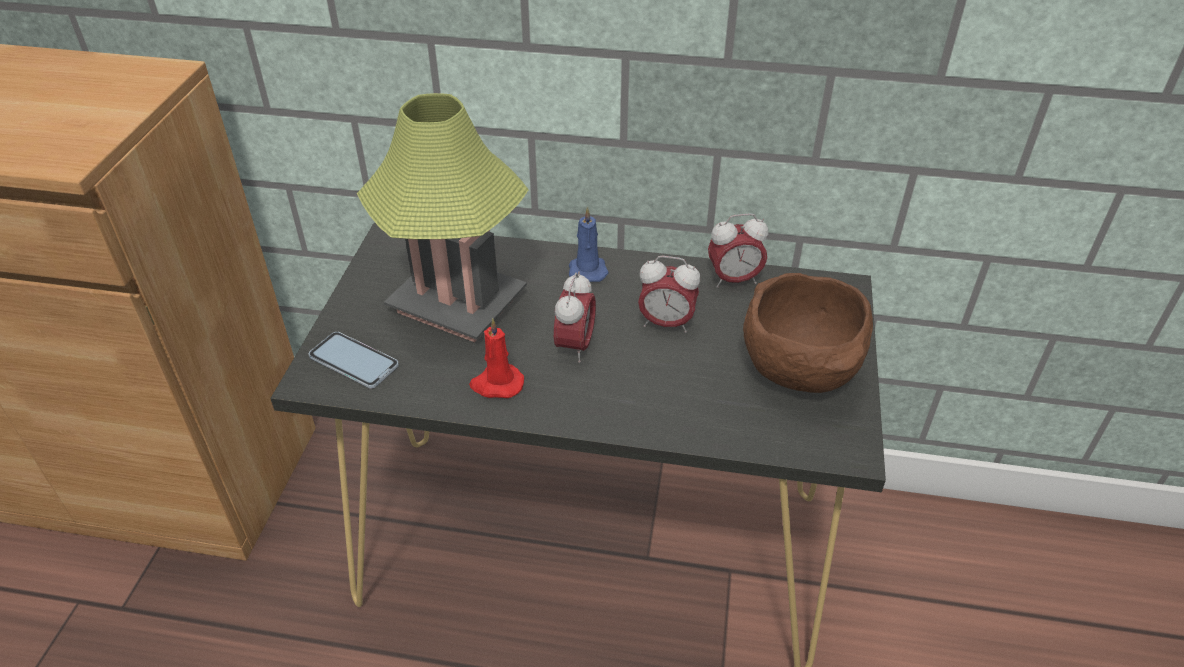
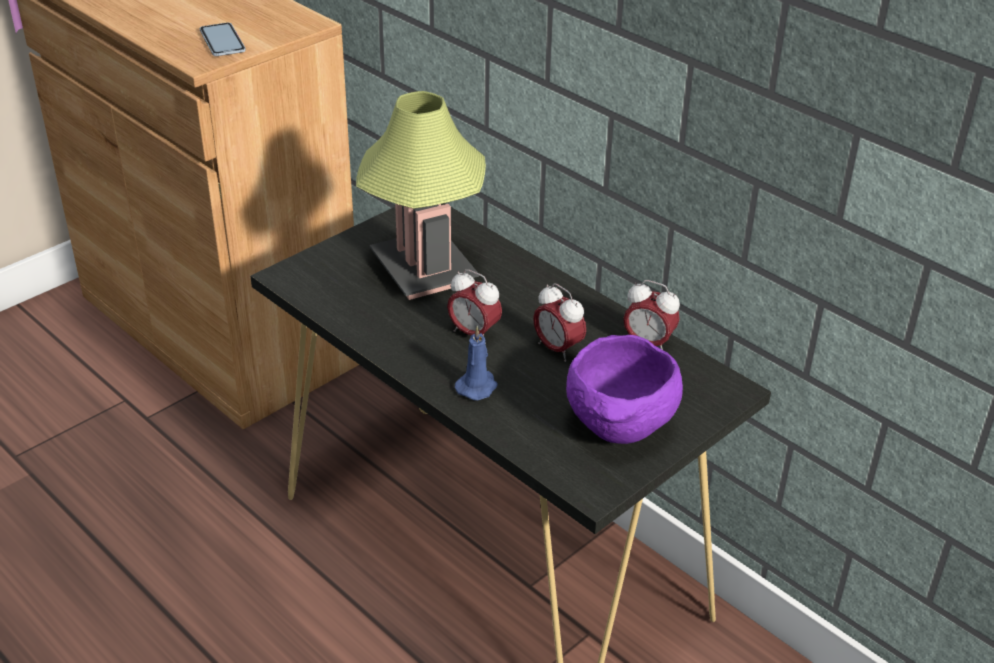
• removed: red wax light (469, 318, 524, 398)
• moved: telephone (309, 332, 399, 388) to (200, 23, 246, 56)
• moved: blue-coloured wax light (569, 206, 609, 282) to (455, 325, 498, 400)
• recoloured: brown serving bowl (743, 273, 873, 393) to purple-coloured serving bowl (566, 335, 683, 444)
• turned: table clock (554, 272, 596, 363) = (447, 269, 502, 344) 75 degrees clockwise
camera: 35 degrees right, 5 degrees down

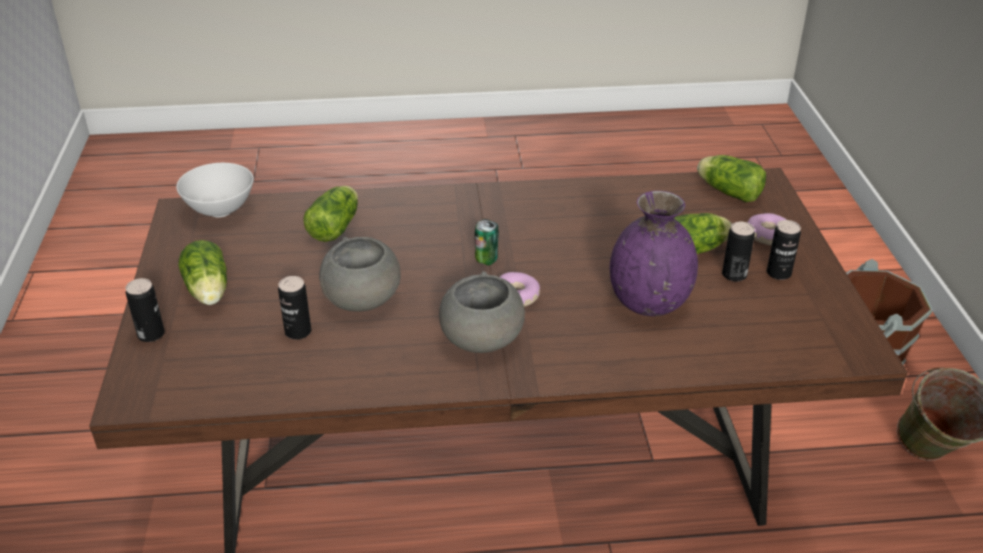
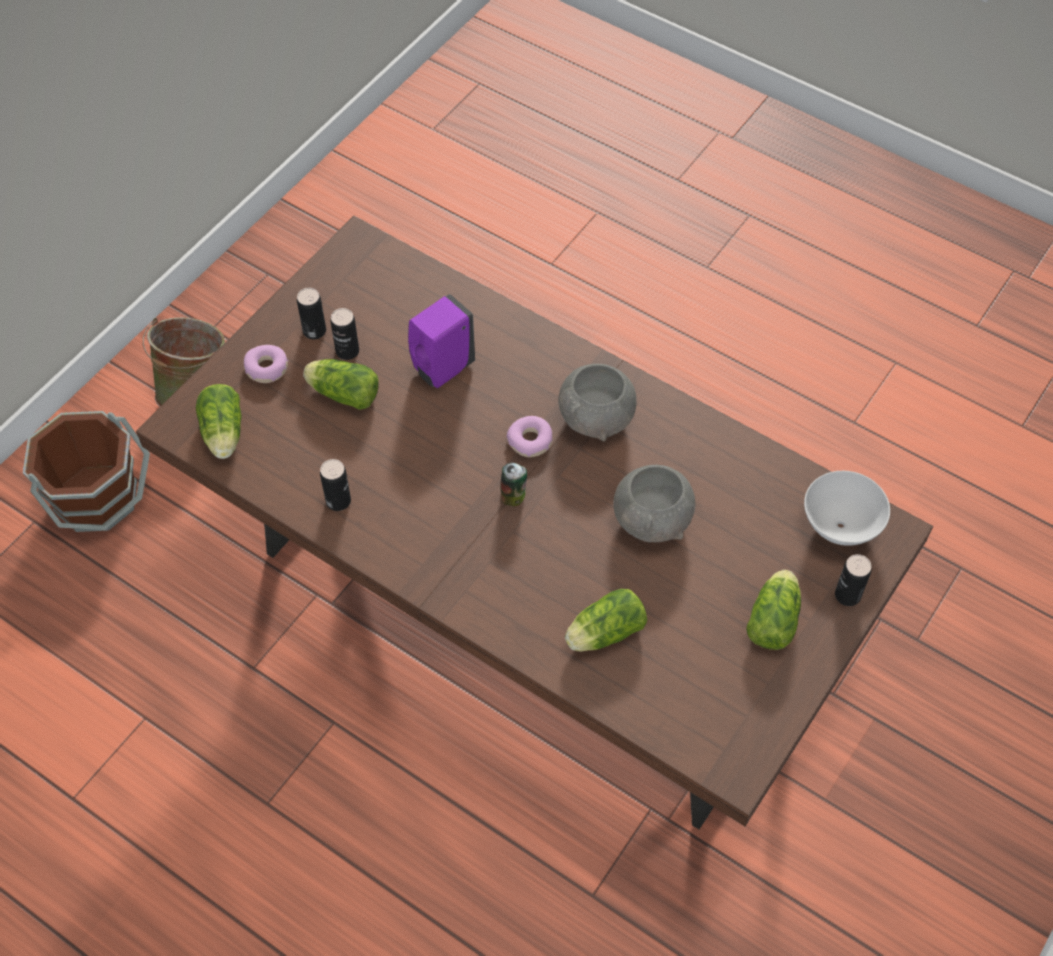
• moved: whitish serving bowl (176, 163, 254, 217) to (804, 471, 890, 546)
• moved: metal can (278, 276, 311, 339) to (320, 459, 351, 511)
• replaced: purple-coloured decorative vase (610, 191, 698, 316) to purple-coloured soap bottle (408, 294, 475, 388)
camera: 140 degrees left, 20 degrees up

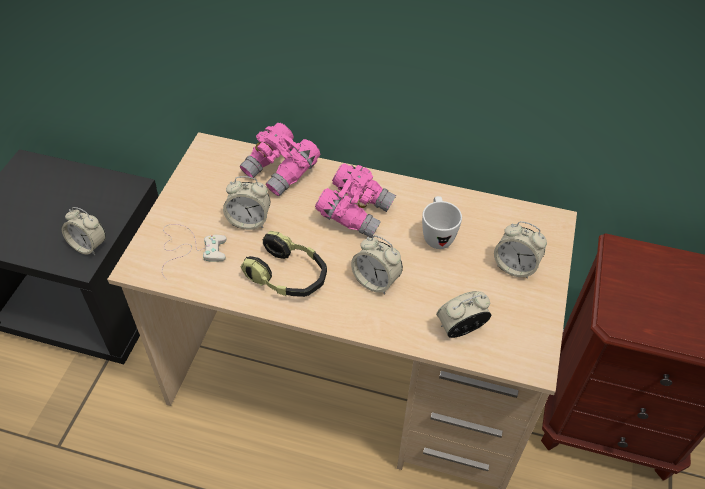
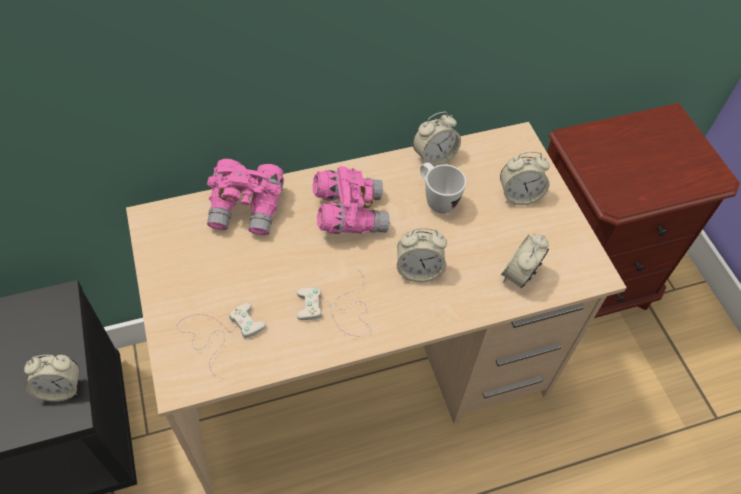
• moved: table clock (223, 176, 270, 230) to (413, 112, 461, 167)
• replaced: headphones (241, 231, 327, 297) to whitish gamepad (297, 268, 371, 336)
camera: 35 degrees left, 5 degrees up

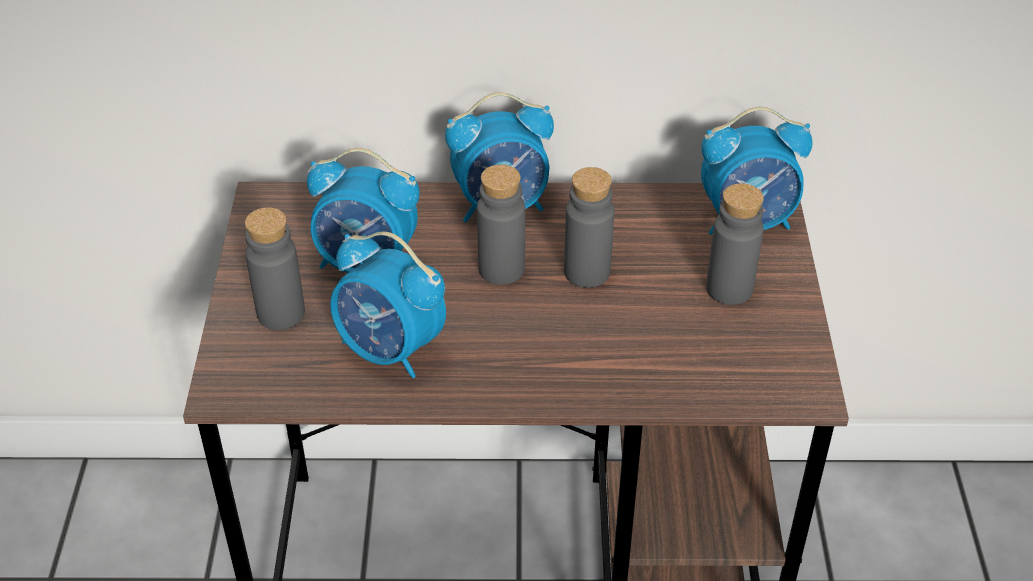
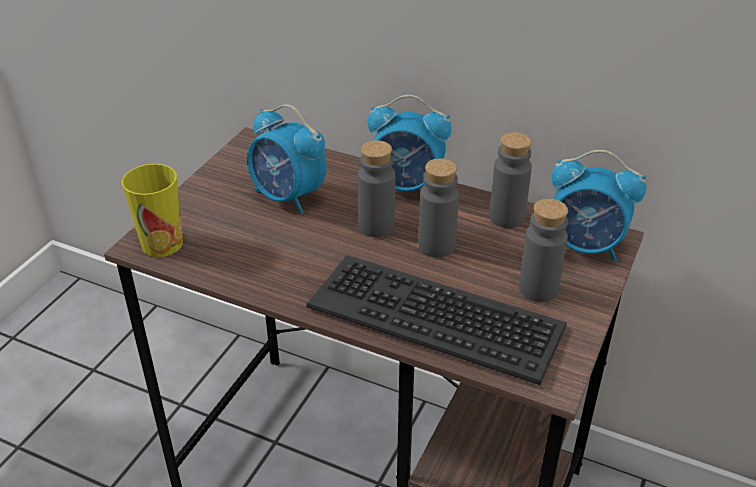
• removed: table clock (330, 231, 446, 378)
• added: drinking cup (122, 164, 183, 257)
• added: computer keyboard (306, 255, 567, 385)
• moved: grey bottle (245, 207, 305, 330) to (489, 132, 532, 228)
camera: 25 degrees right, 5 degrees down

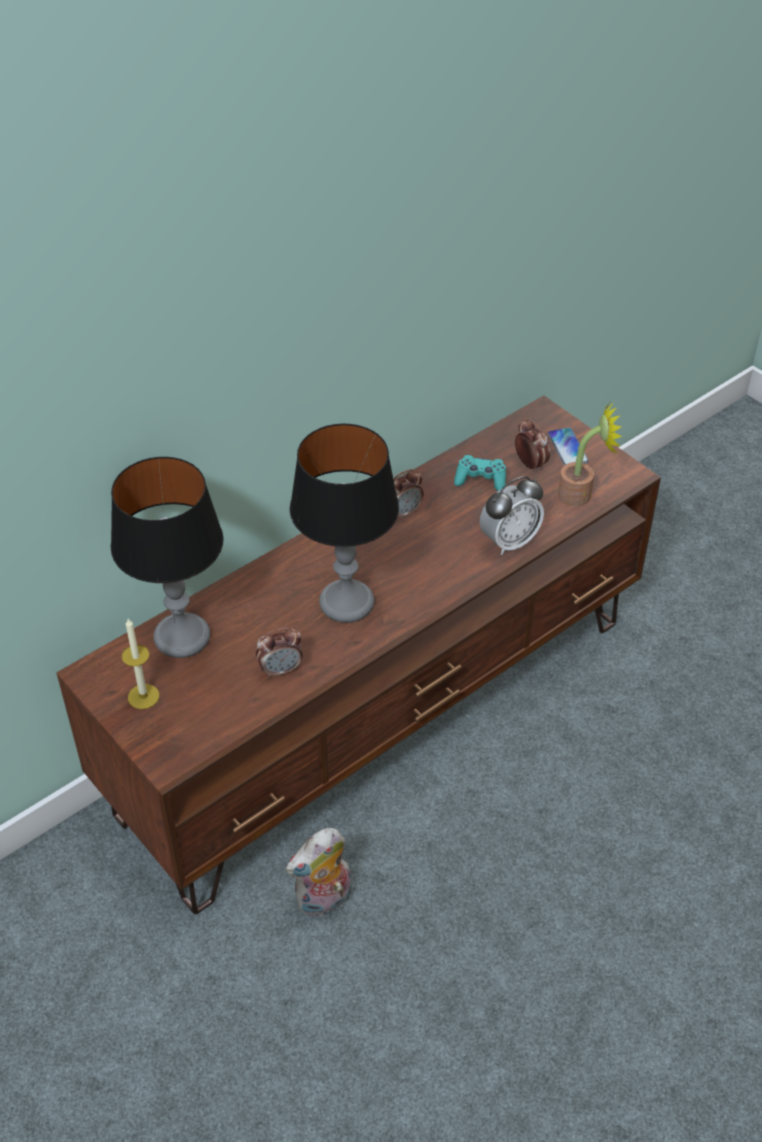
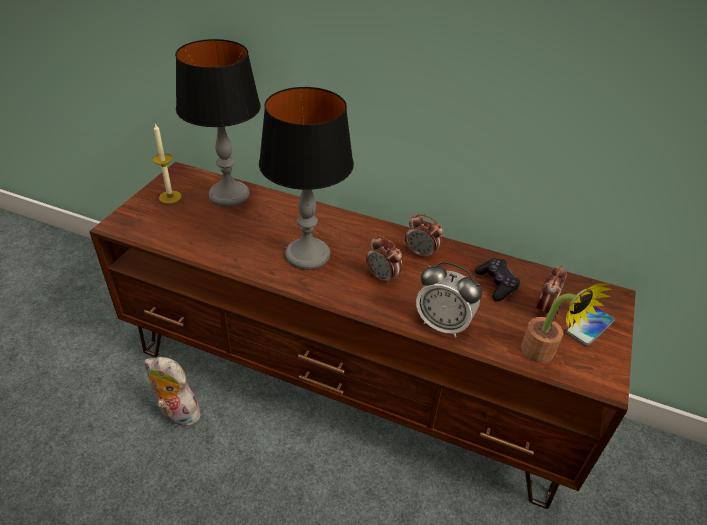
• moved: table clock (256, 628, 303, 678) to (366, 236, 403, 285)
• recoloured: turquoise gamepad (454, 455, 506, 491) to blackish gamepad (475, 258, 520, 301)
camera: 60 degrees right, 5 degrees down

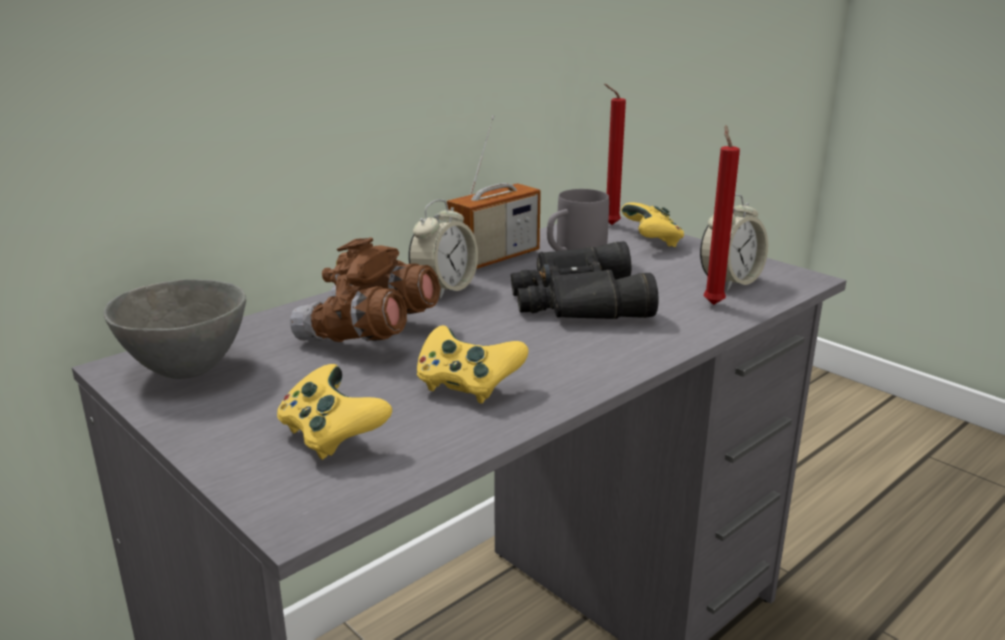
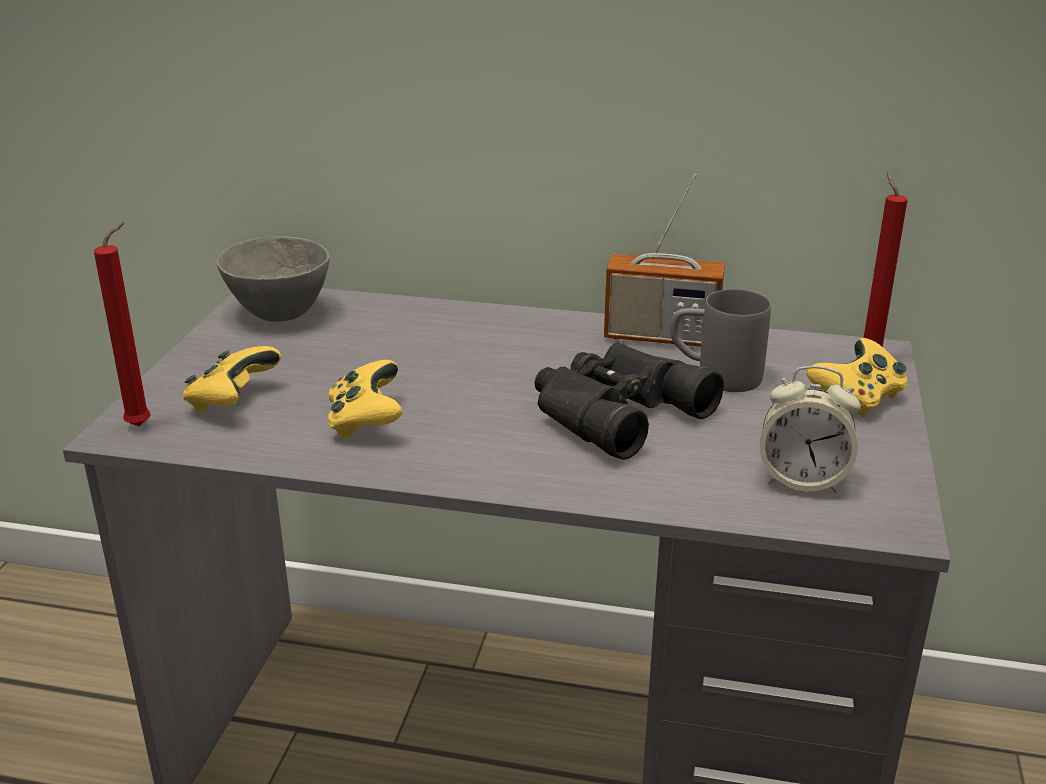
• removed: brown pair of binoculars (290, 237, 441, 342)
• removed: table clock (408, 199, 478, 299)
• moved: red wax light (704, 125, 740, 305) to (94, 222, 151, 426)
camera: 55 degrees right, 5 degrees up

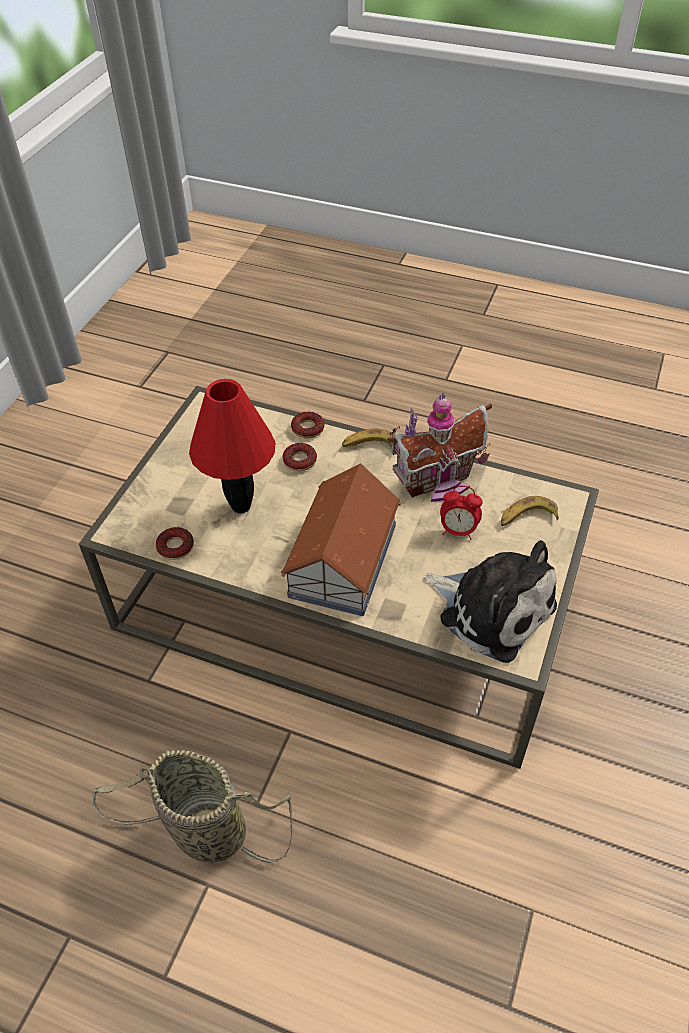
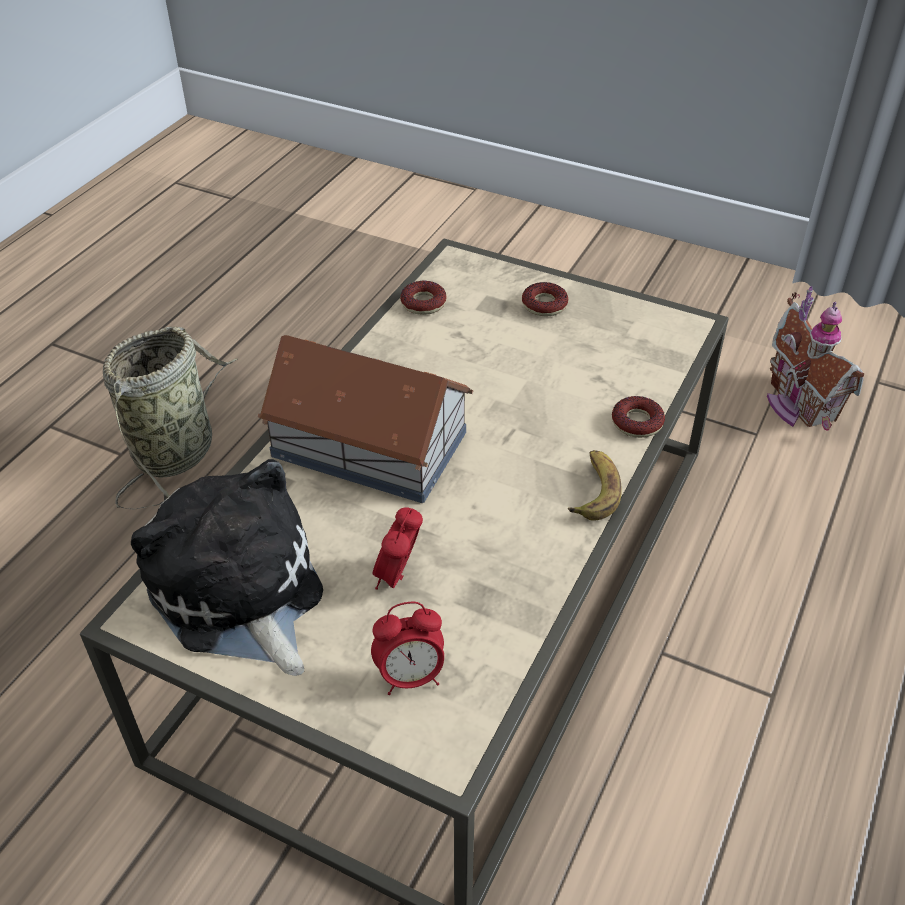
• removed: red tabletop lamp (189, 379, 275, 514)
• moved: doughnut (282, 443, 317, 471) to (522, 282, 568, 317)
• moved: miniature house (387, 393, 492, 502) to (767, 286, 864, 431)
• replaced: banana fruit (501, 496, 559, 526) to table clock (371, 602, 444, 695)
• turned: plush toy (423, 540, 557, 663) = (131, 459, 323, 676) 105 degrees clockwise
camera: 95 degrees right, 5 degrees down

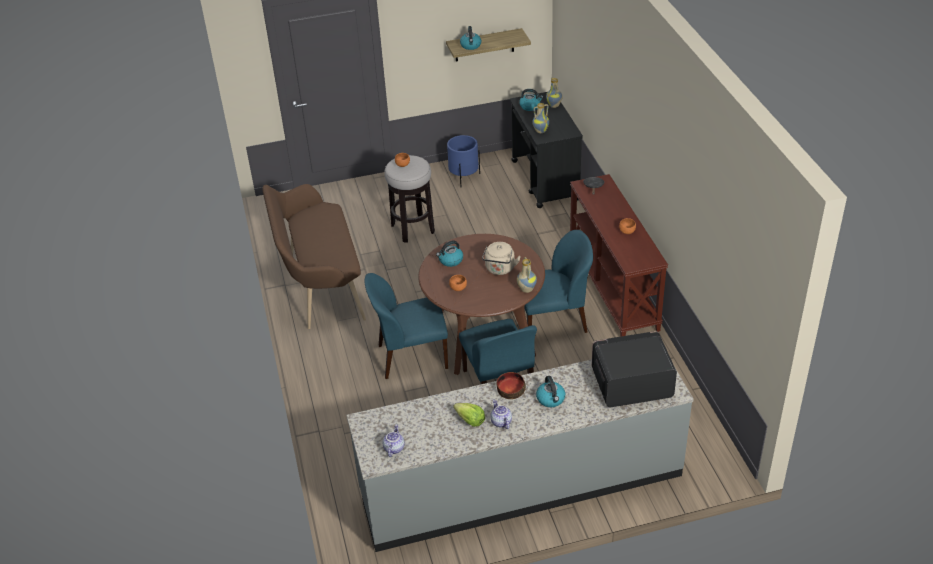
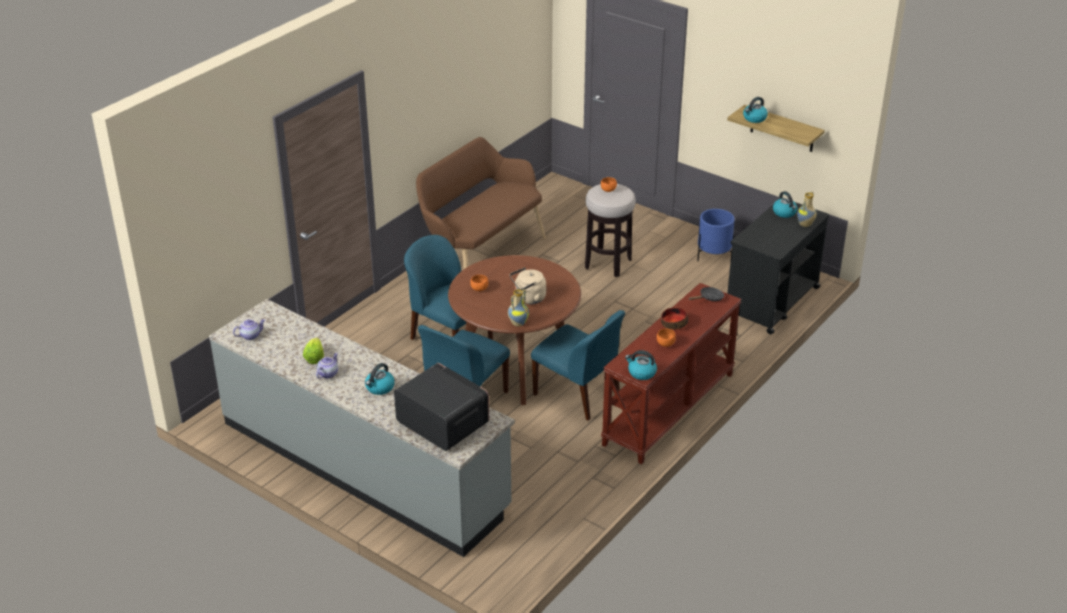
• removed: decorative vase (532, 103, 549, 133)
• moved: water kettle (436, 240, 463, 267) to (625, 350, 657, 380)
• moved: serving bowl (497, 372, 526, 399) to (661, 307, 688, 330)
camera: 50 degrees right, 5 degrees down

